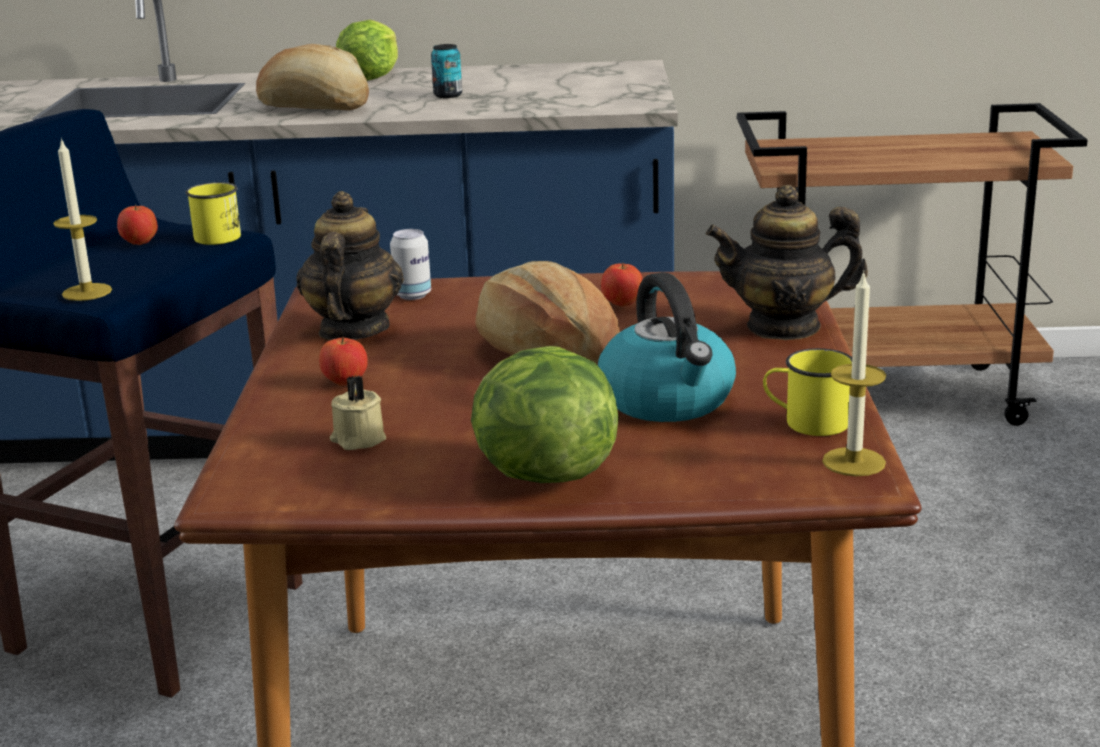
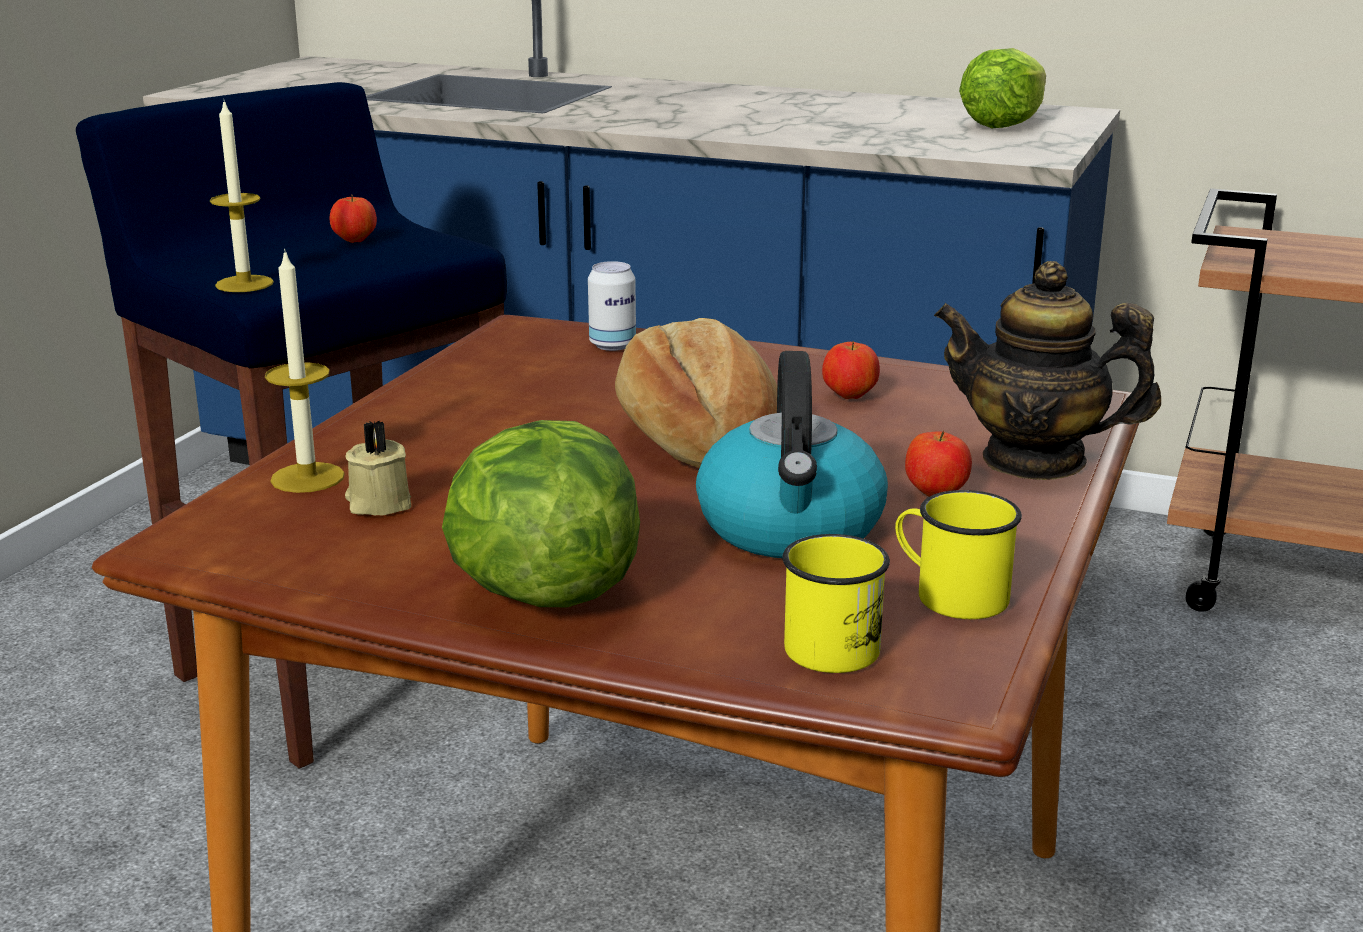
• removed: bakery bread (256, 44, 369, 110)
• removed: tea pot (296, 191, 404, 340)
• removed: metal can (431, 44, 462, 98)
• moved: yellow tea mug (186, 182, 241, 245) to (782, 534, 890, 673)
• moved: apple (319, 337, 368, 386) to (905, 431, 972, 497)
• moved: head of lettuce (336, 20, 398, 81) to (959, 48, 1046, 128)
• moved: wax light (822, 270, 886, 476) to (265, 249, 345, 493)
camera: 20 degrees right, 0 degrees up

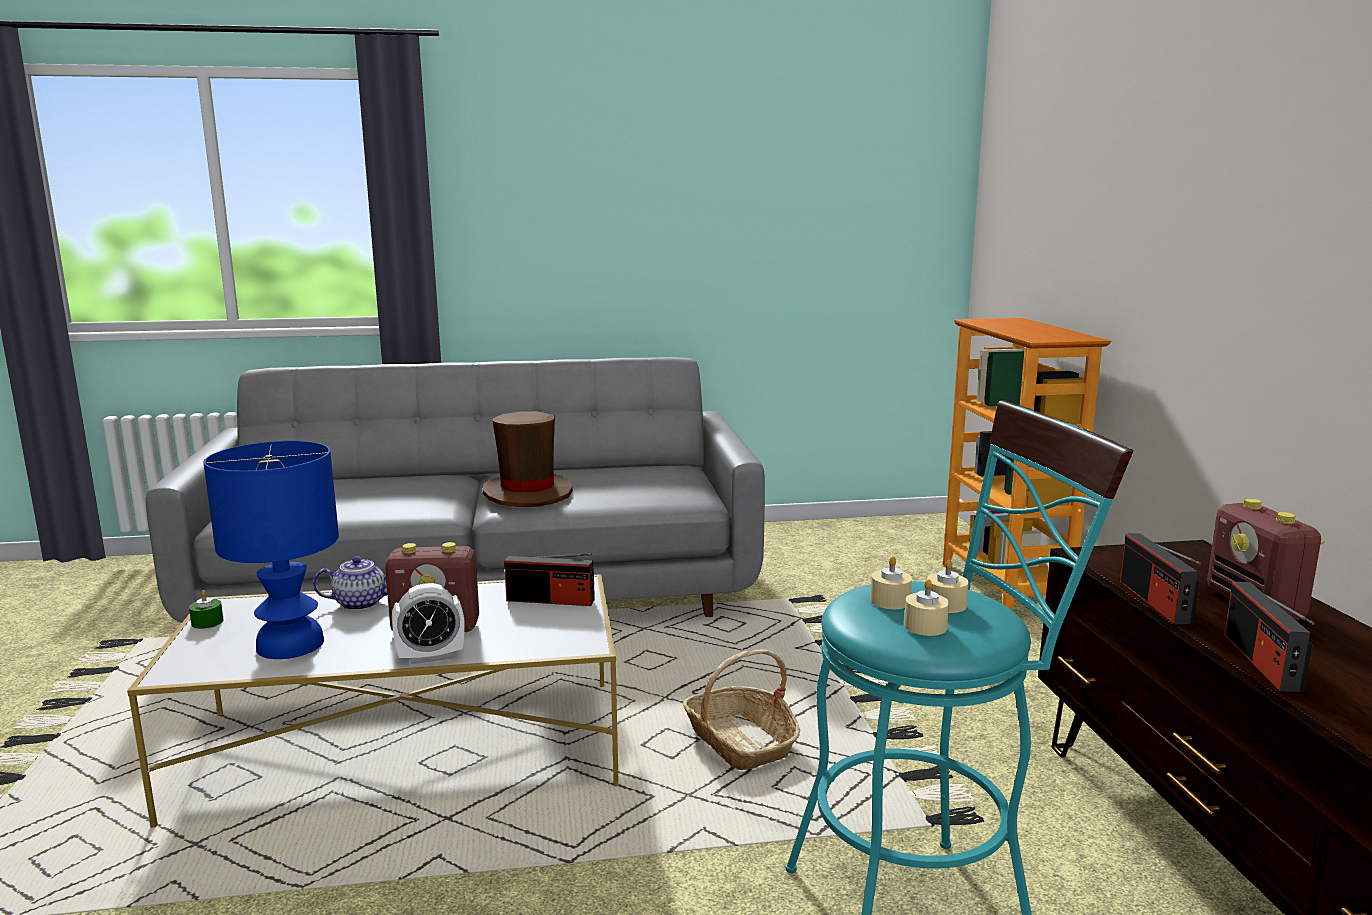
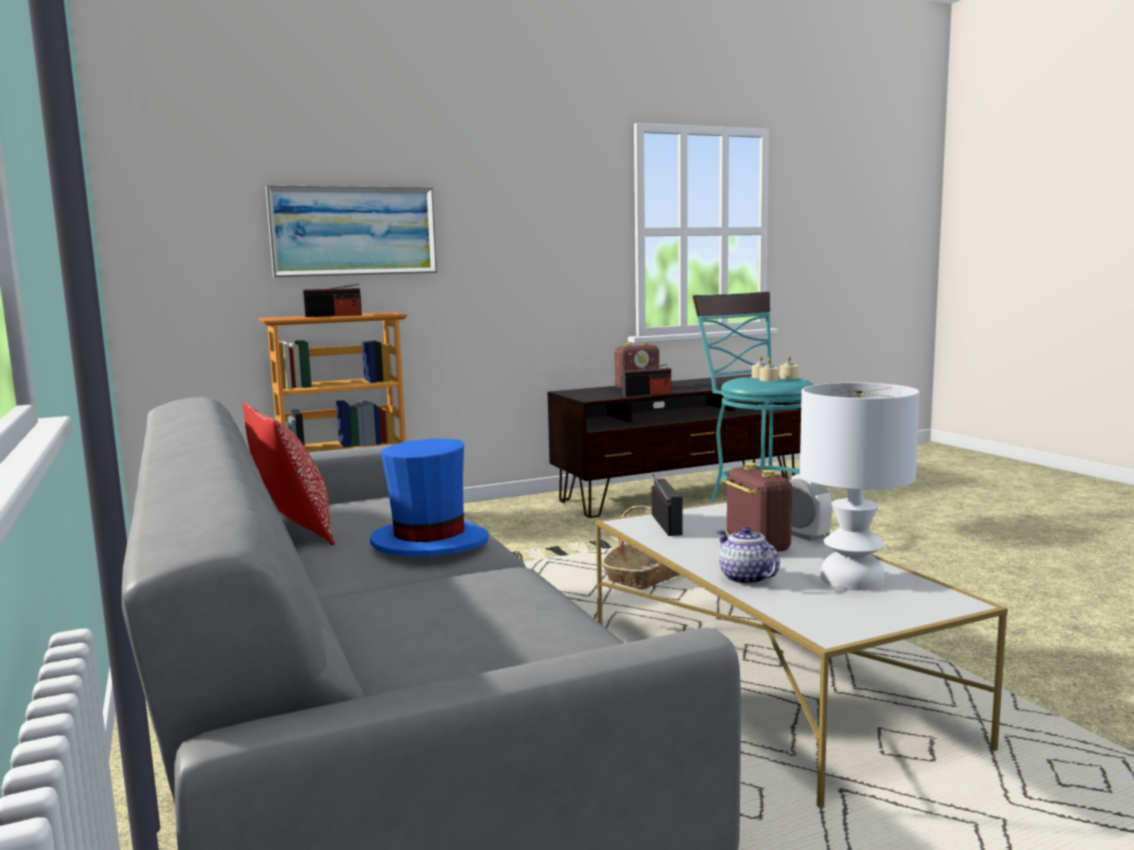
• removed: green wax light (189, 590, 224, 629)
• added: cushion (243, 402, 335, 546)
• added: picture (266, 185, 437, 277)
• moved: radio (1224, 581, 1315, 692) to (303, 284, 362, 317)
• recoloured: blue-coloured tabletop lamp (203, 441, 339, 659) to whitish tabletop lamp (800, 383, 920, 590)
• recoloured: brown wearable hat (483, 411, 573, 507) to blue-coloured wearable hat (370, 438, 489, 557)
camera: 105 degrees left, 5 degrees down

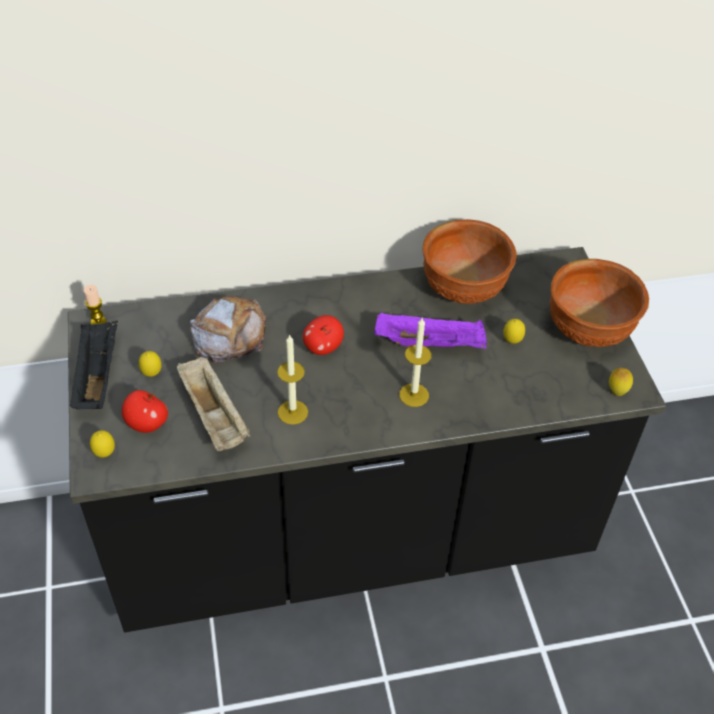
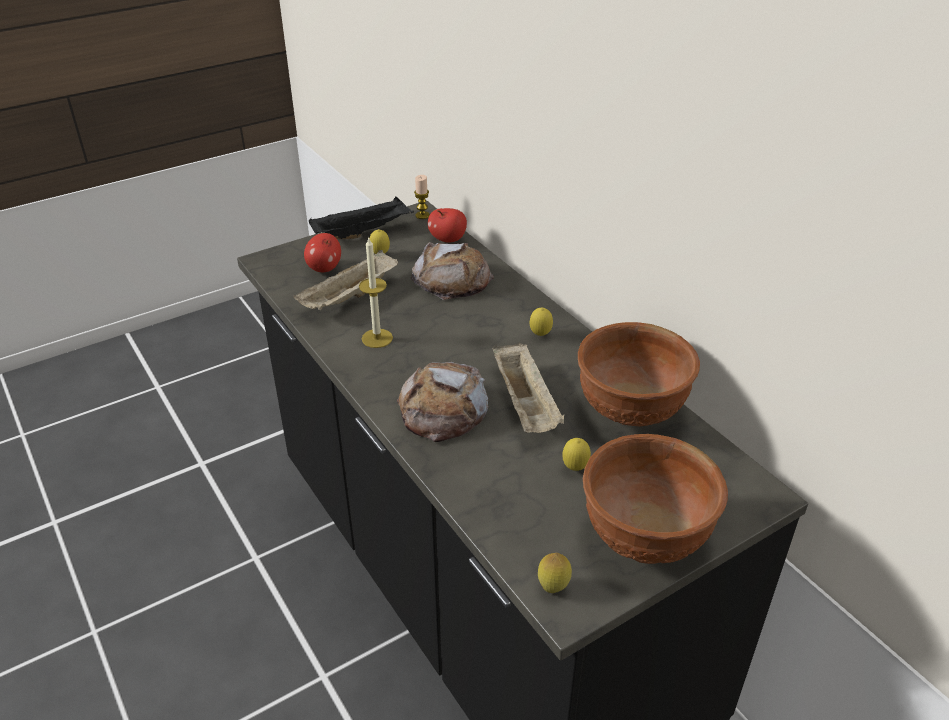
• moved: whole lemon (90, 430, 115, 457) to (530, 308, 553, 336)
• moved: apple (303, 315, 344, 355) to (428, 208, 467, 243)
• replaced: wax light (399, 318, 431, 407) to bakery bread (397, 362, 489, 442)
• recoloured: purple-coloured tray (375, 312, 487, 349) to sand-coloured tray (493, 343, 564, 433)
camera: 70 degrees right, 10 degrees down

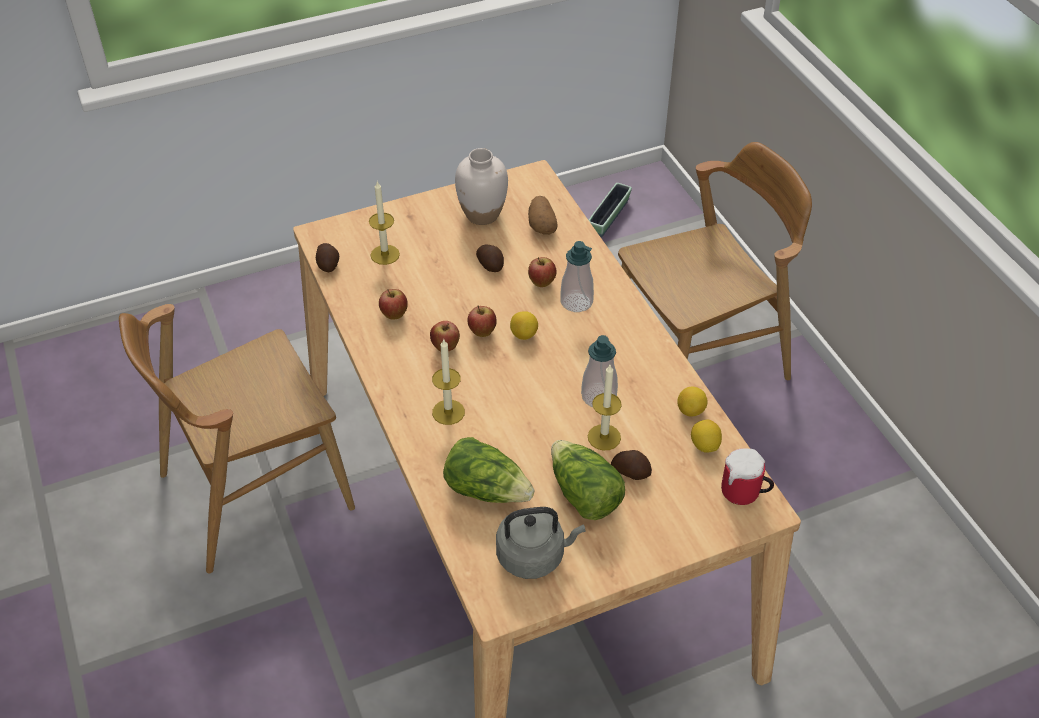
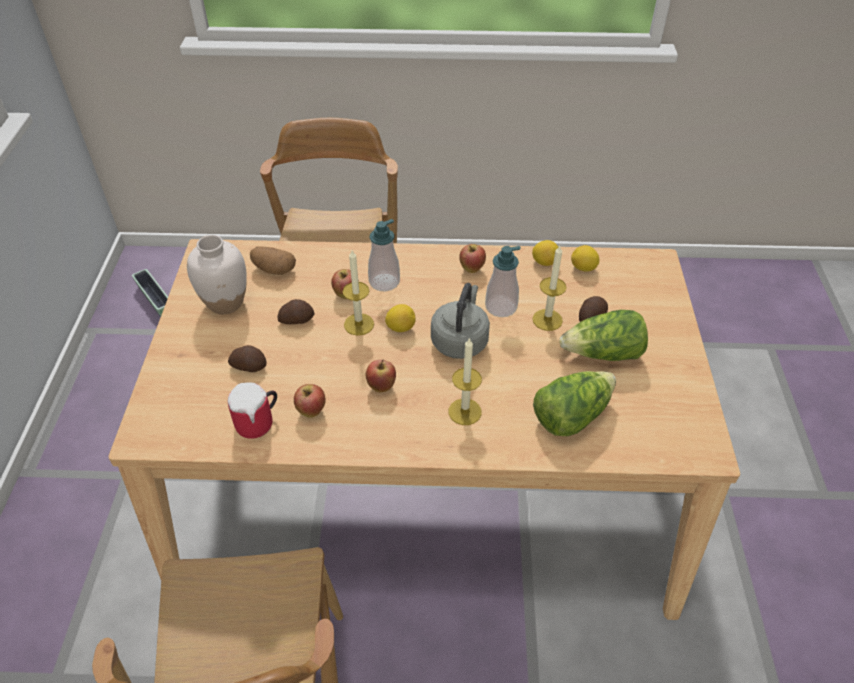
• moved: whole potato (316, 243, 339, 272) to (228, 345, 267, 372)
• moved: wax light (369, 182, 400, 265) to (342, 250, 374, 336)
• moved: apple (467, 305, 497, 337) to (459, 244, 486, 273)
• moved: grey water kettle (496, 507, 585, 579) to (431, 283, 490, 359)
• moved: tea mug (721, 448, 774, 505) to (228, 383, 277, 439)
camera: 65 degrees left, 0 degrees up

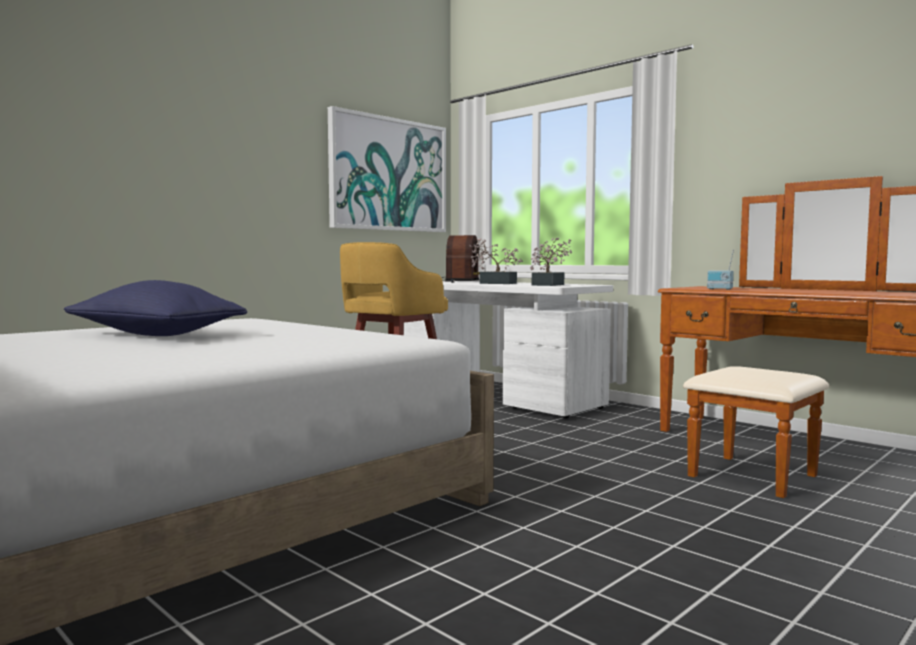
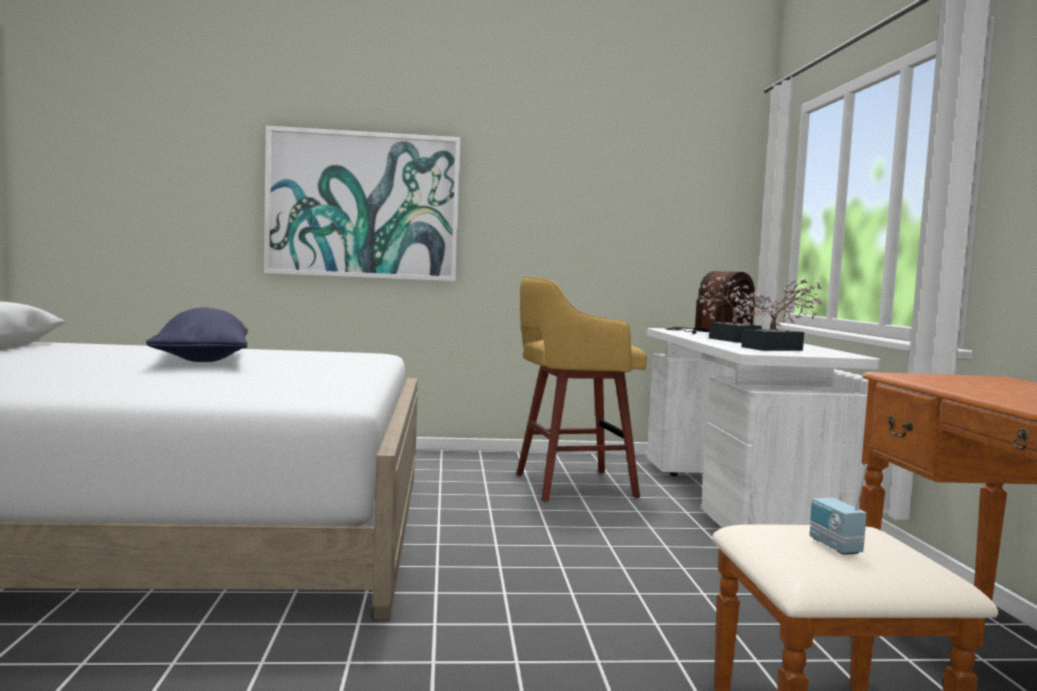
• moved: picture (328, 106, 446, 232) to (264, 126, 461, 281)
• moved: radio (707, 250, 734, 290) to (810, 464, 868, 555)
camera: 40 degrees right, 0 degrees up

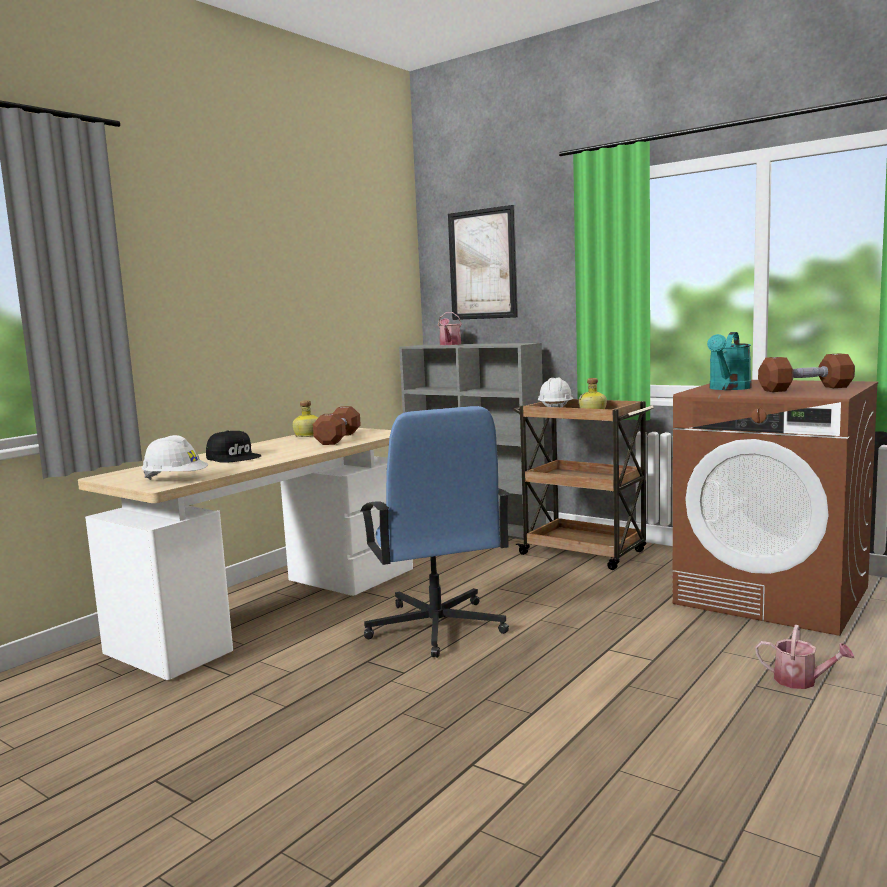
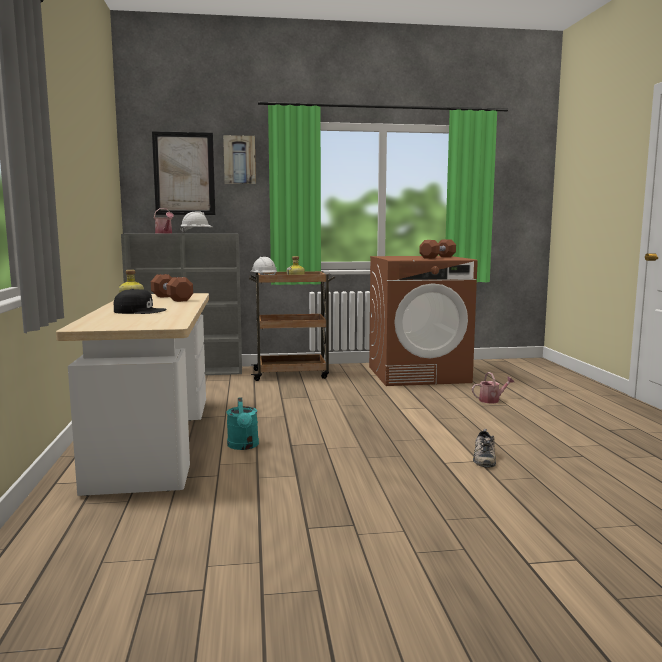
• removed: blue-coloured desk chair (360, 406, 510, 658)
• added: picture (223, 135, 256, 184)
• added: low shoe (473, 429, 496, 468)
• moved: whitish hard hat (142, 435, 208, 480) to (180, 211, 213, 233)
• moved: turquoise watering can (707, 332, 751, 390) to (226, 397, 259, 450)
camera: 45 degrees left, 0 degrees up

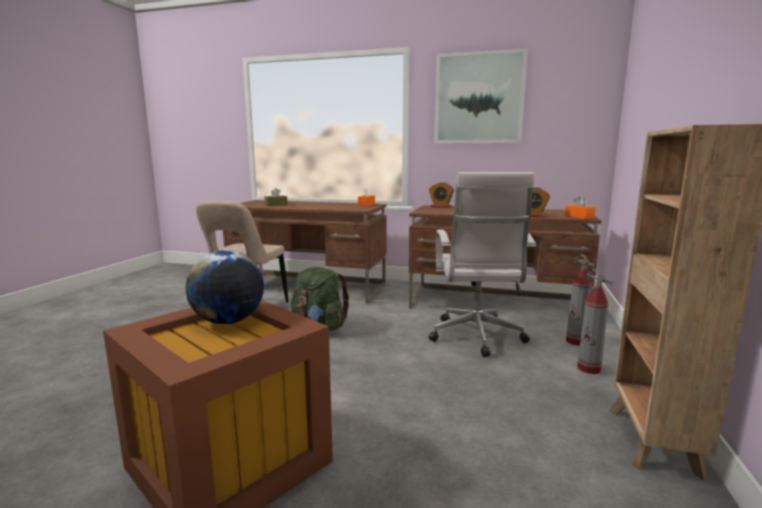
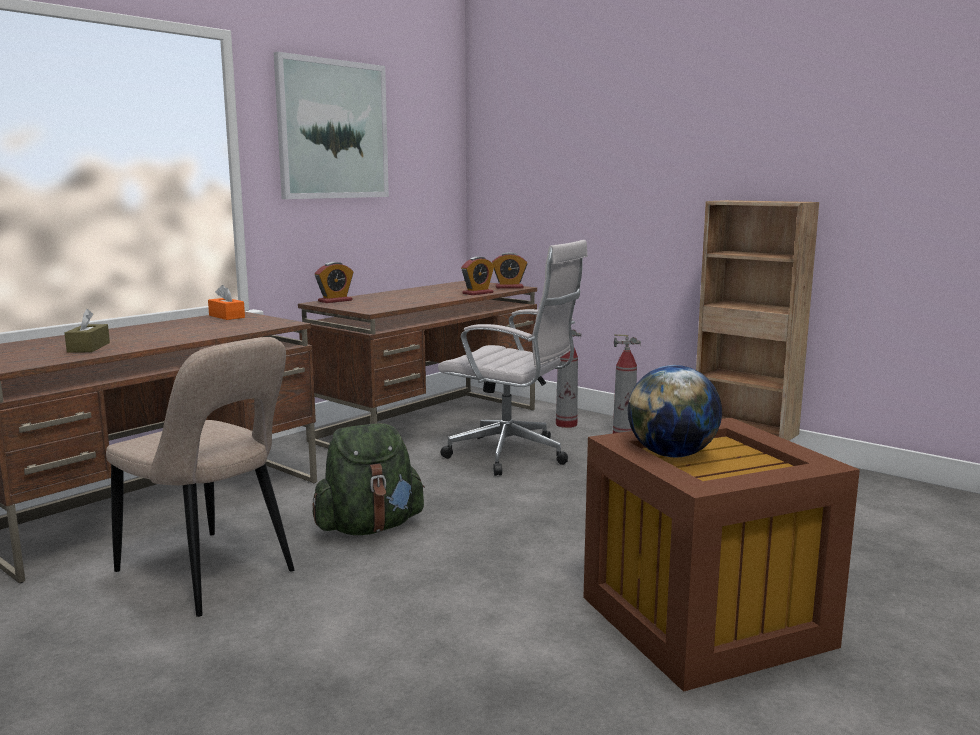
• replaced: orange tissue box (565, 196, 596, 219) to table clock (492, 252, 527, 288)
camera: 65 degrees left, 0 degrees up

